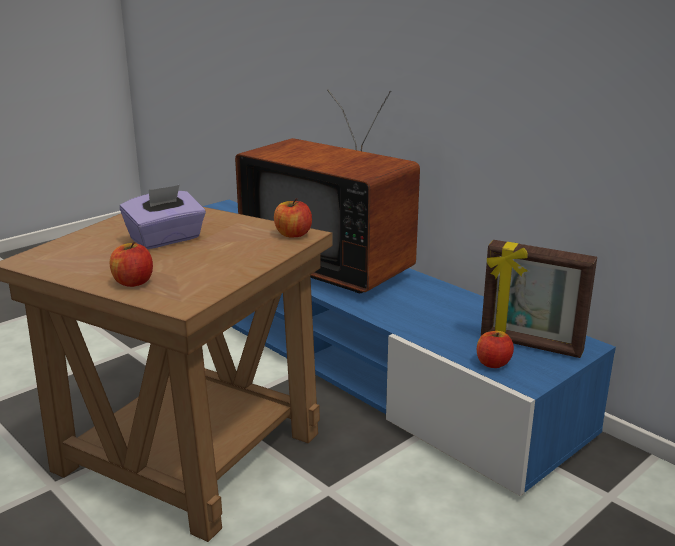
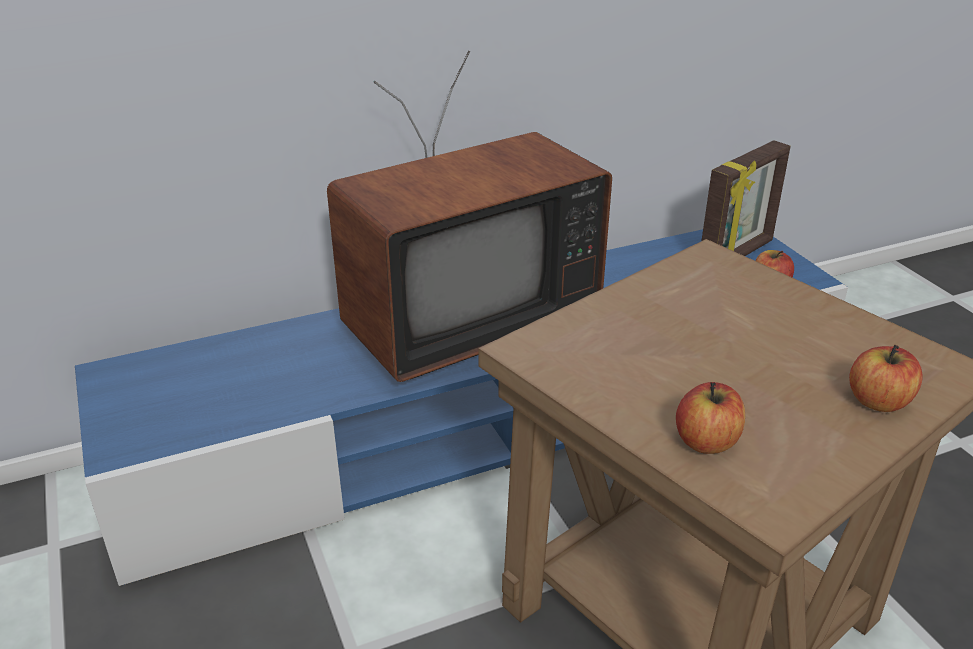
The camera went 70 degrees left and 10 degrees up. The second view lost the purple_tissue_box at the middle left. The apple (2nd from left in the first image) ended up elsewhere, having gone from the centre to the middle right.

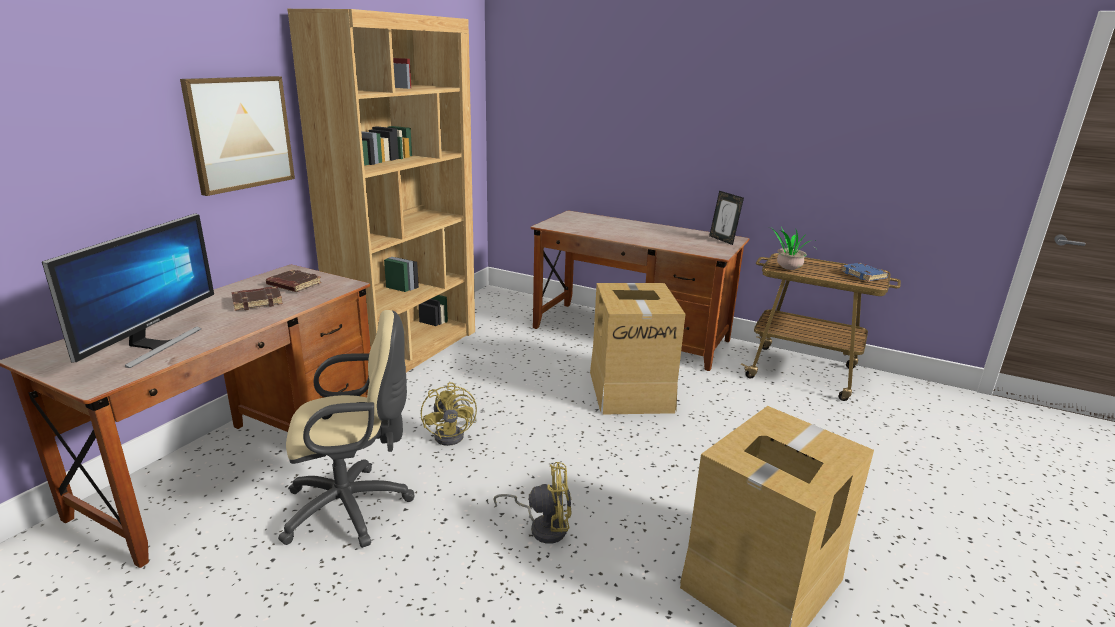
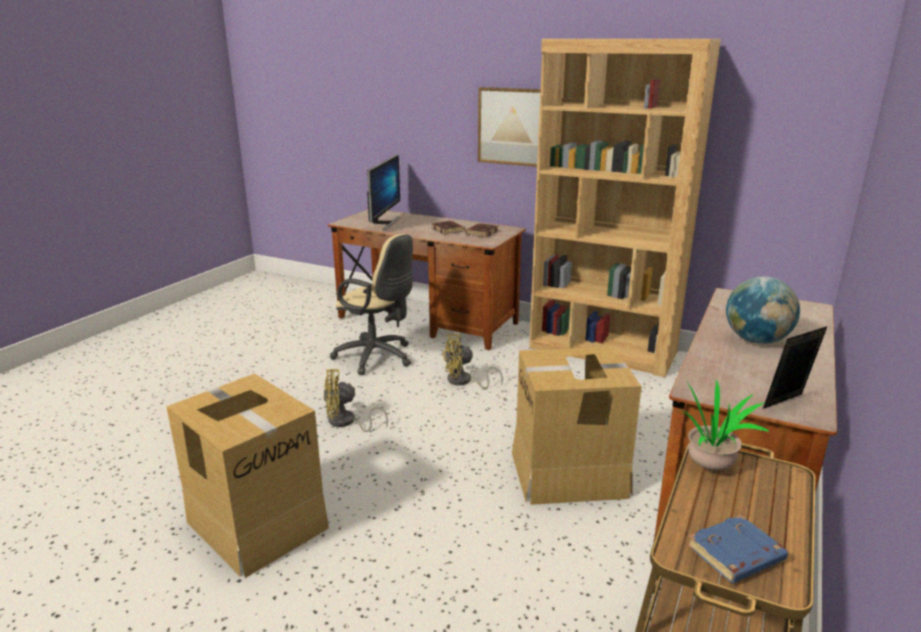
The camera went 90 degrees right and 0 degrees up. The second view gained the globe at the middle right. The monitor at the middle left ended up facing another way, 90 degrees counterclockwise from before. The beige_office_chair at the bottom left ended up facing another way, 45 degrees counterclockwise from before. The yellow_fan (2nd from left in the first image) at the bottom centre ended up facing another way, 75 degrees clockwise from before.

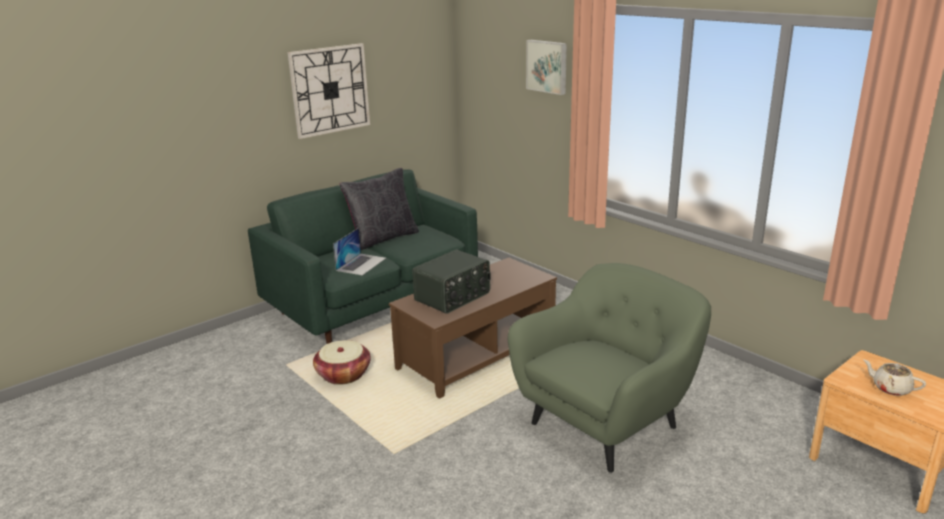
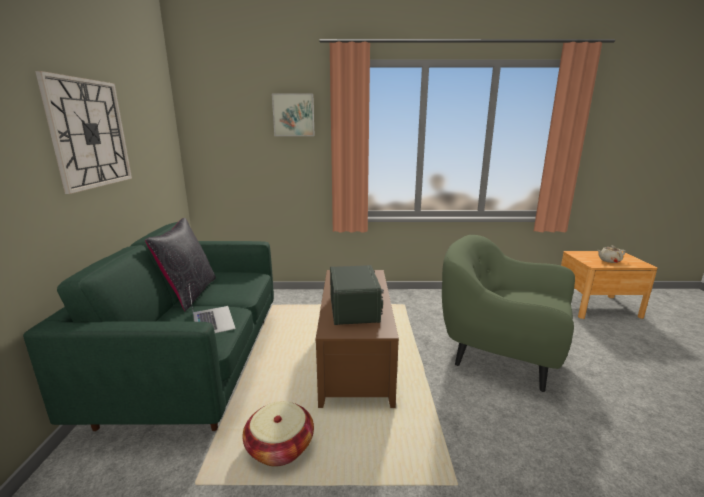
The camera went 50 degrees left and 5 degrees down. The green_armchair at the bottom centre ended up facing another way, 60 degrees counterclockwise from before.

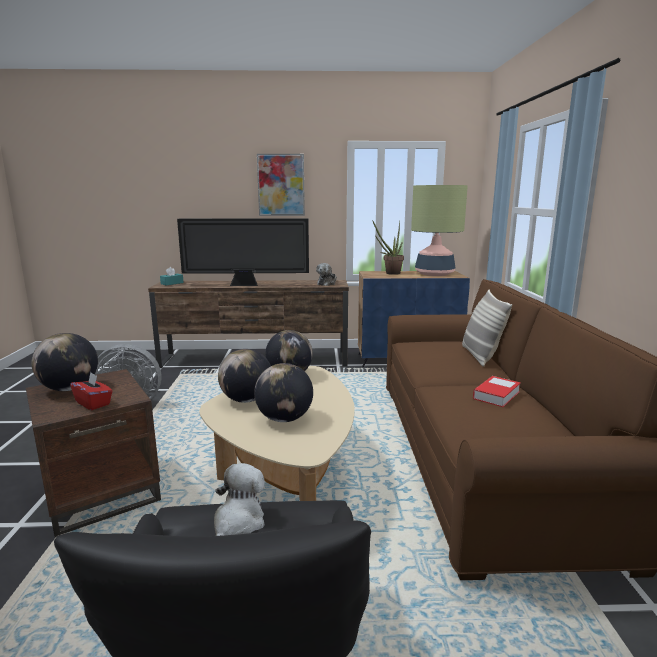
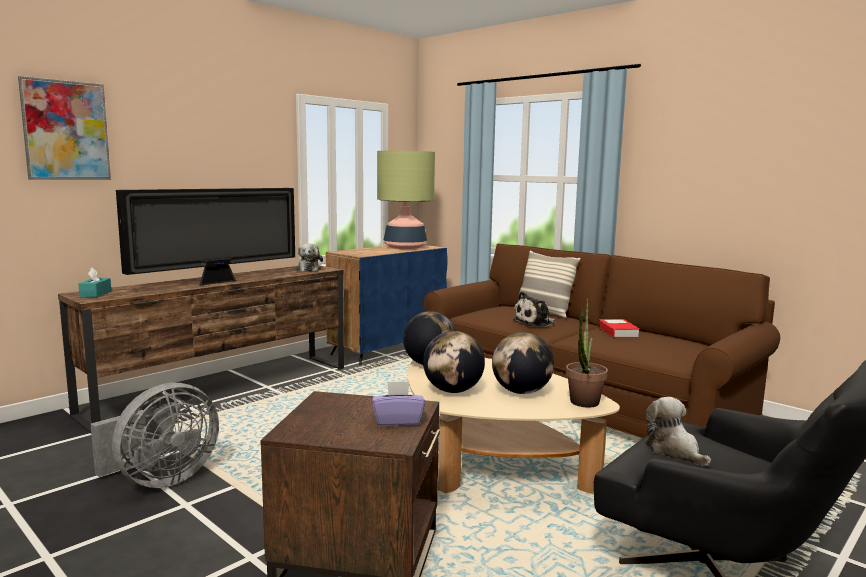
The camera went 45 degrees left and 5 degrees down. The second view lost the globe (1st from left) at the middle left. The second view gained the plush_toy (2nd from left) at the centre. The picture ended up elsewhere, having gone from the top centre to the top left. The potted_plant ended up elsewhere, having gone from the centre to the middle right. What was the red_tissue_box at the middle left turned into the purple_tissue_box at the bottom centre.

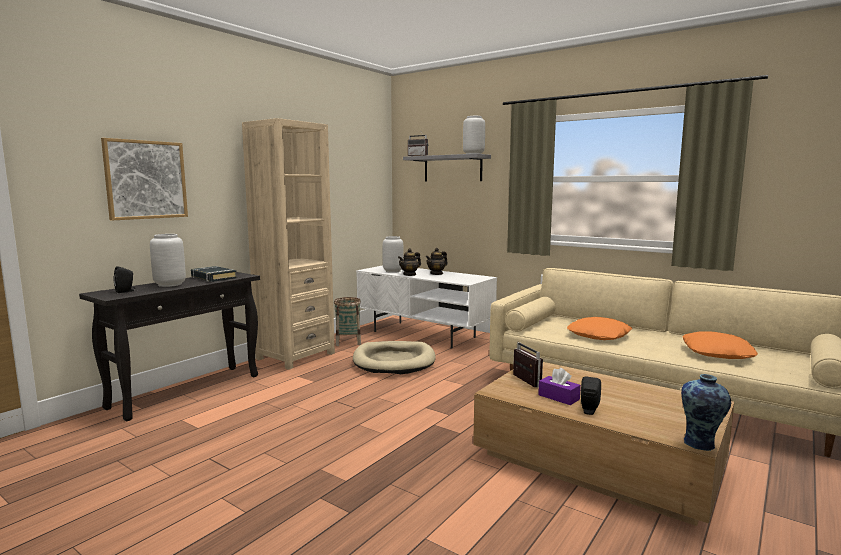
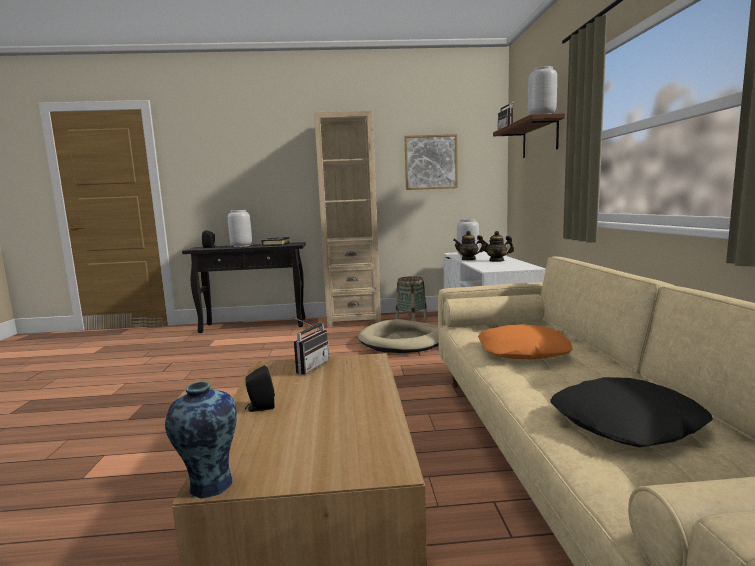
The camera went 50 degrees right and 0 degrees up. The second view lost the purple_tissue_box at the bottom centre. The picture ended up elsewhere, having gone from the top left to the top centre. What was the grey_shelf at the top centre turned into the brown_shelf at the top right. What was the orange_pillow (2nd from left) at the middle right turned into the black_pillow at the bottom right.

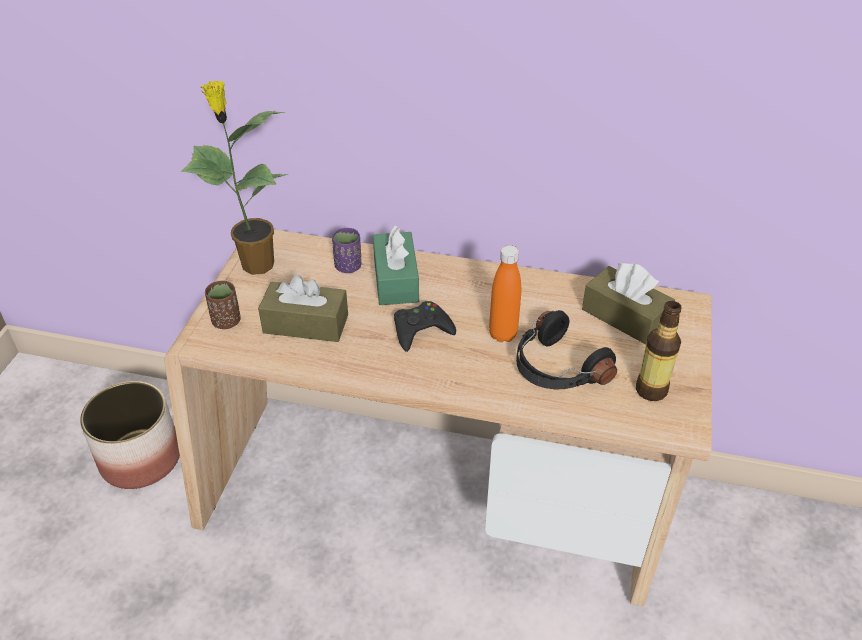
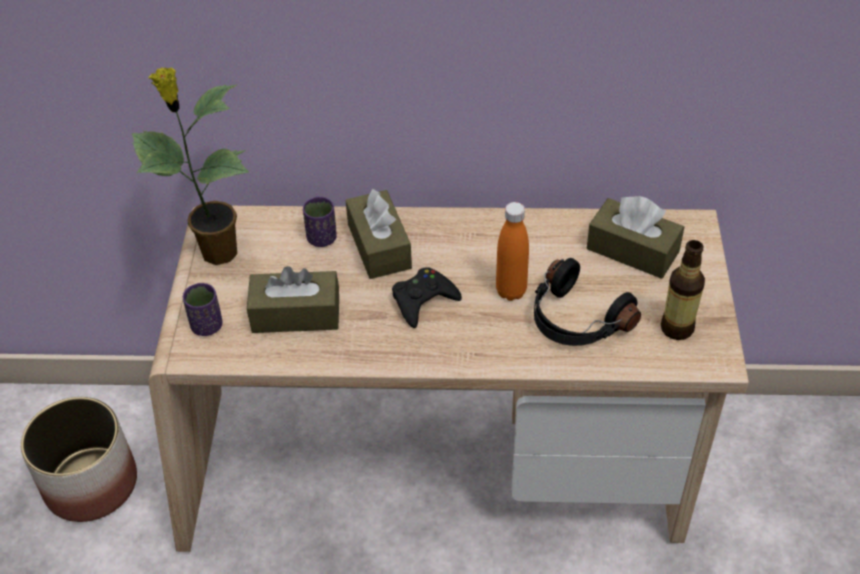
The camera went 10 degrees left and 5 degrees up. What was the brown_cup at the middle left turned into the purple_cup (1st from left) at the middle left. What was the green_tissue_box at the centre turned into the brown_tissue_box (2nd from left) at the centre.

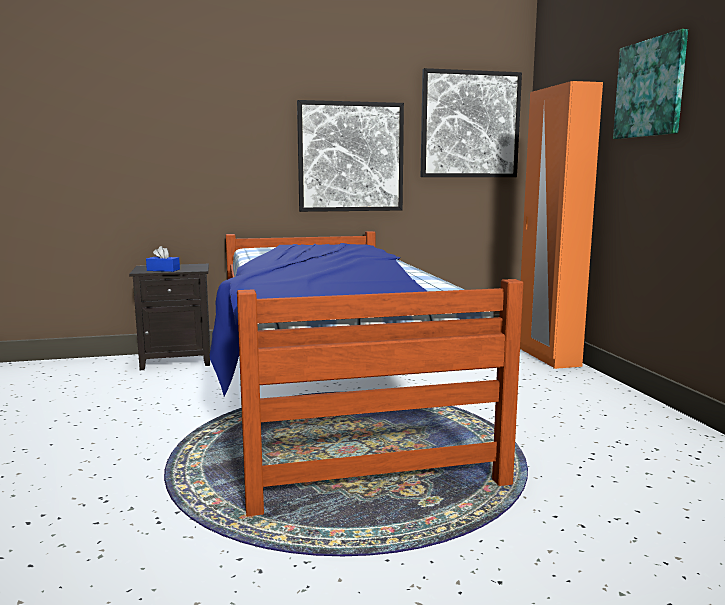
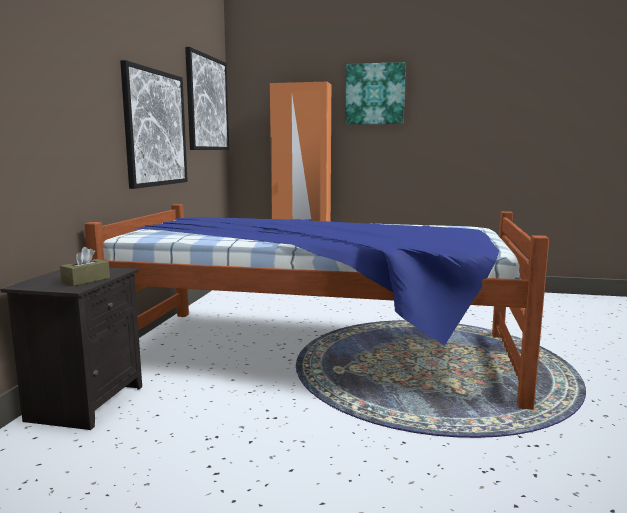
The camera went 65 degrees left and 0 degrees up. What was the blue_tissue_box at the middle left turned into the brown_tissue_box at the middle left.

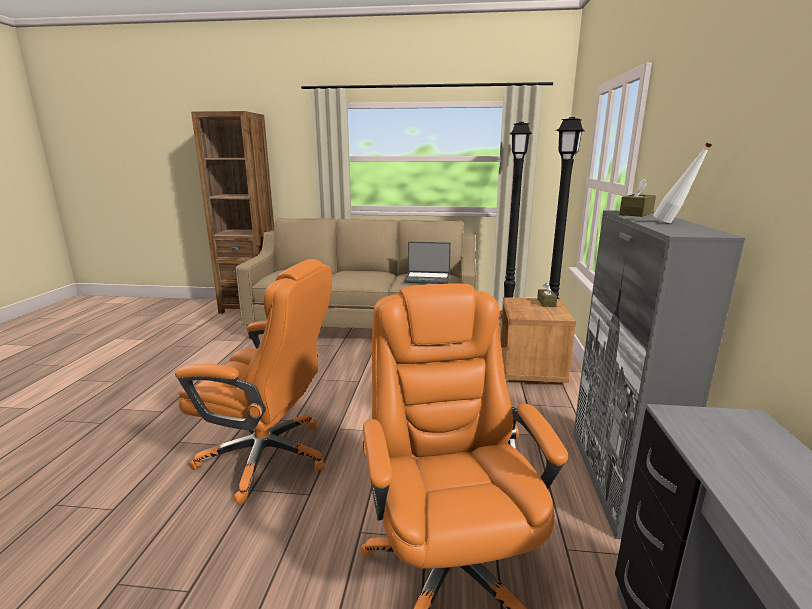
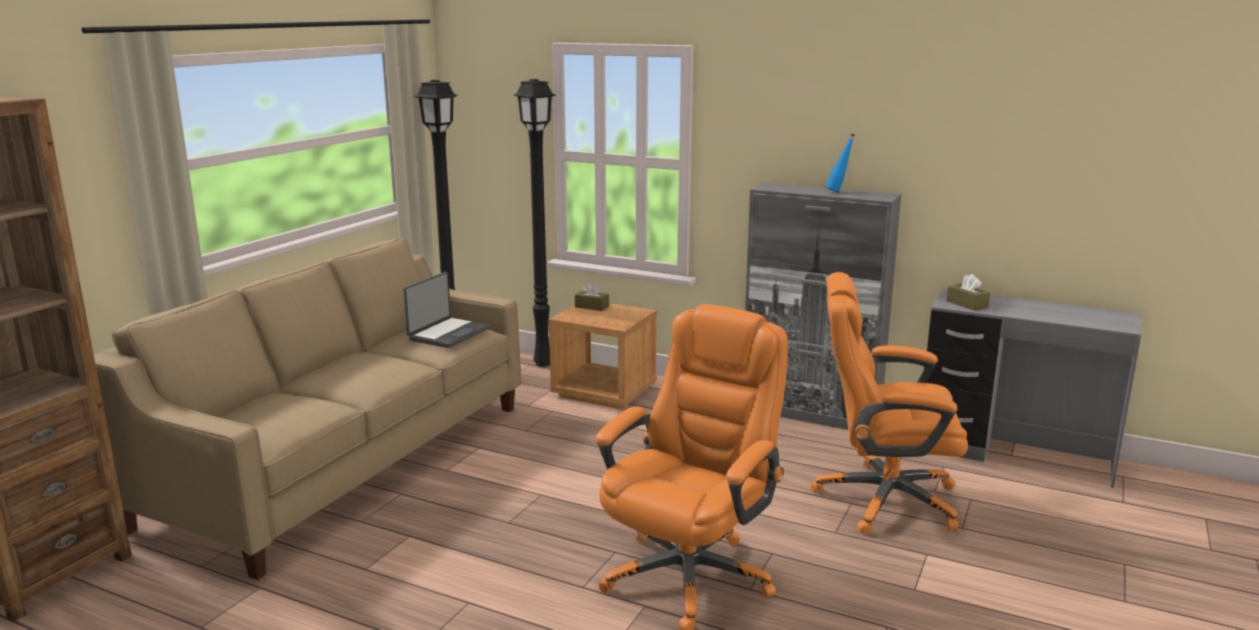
The camera went 70 degrees left and 0 degrees up. The brown_tissue_box (2nd from left) ended up elsewhere, having gone from the top right to the middle right. What was the white_bottle at the top right turned into the blue_bottle at the top right.

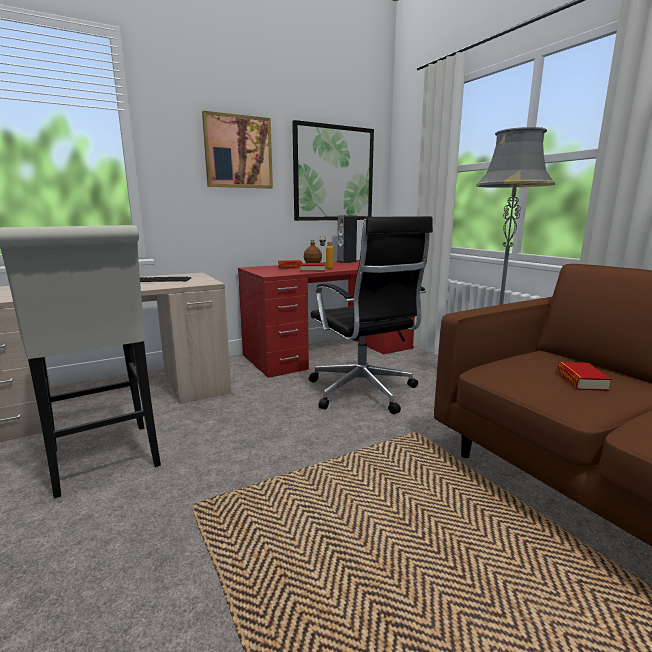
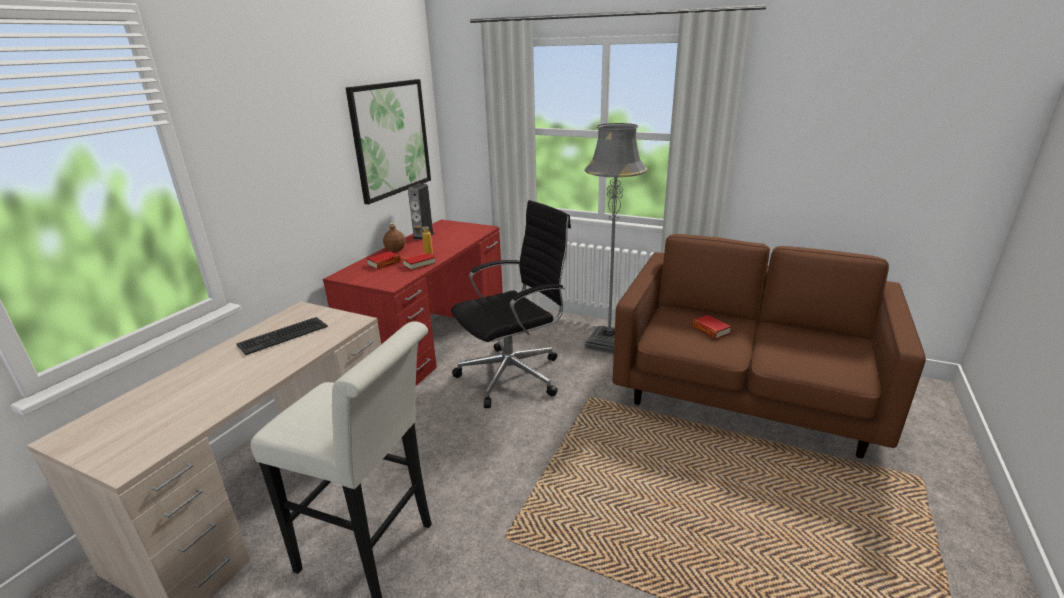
The camera went 35 degrees left and 10 degrees up. The second view lost the picture (1st from left) at the top centre. The black_office_chair at the centre ended up facing another way, 60 degrees counterclockwise from before.

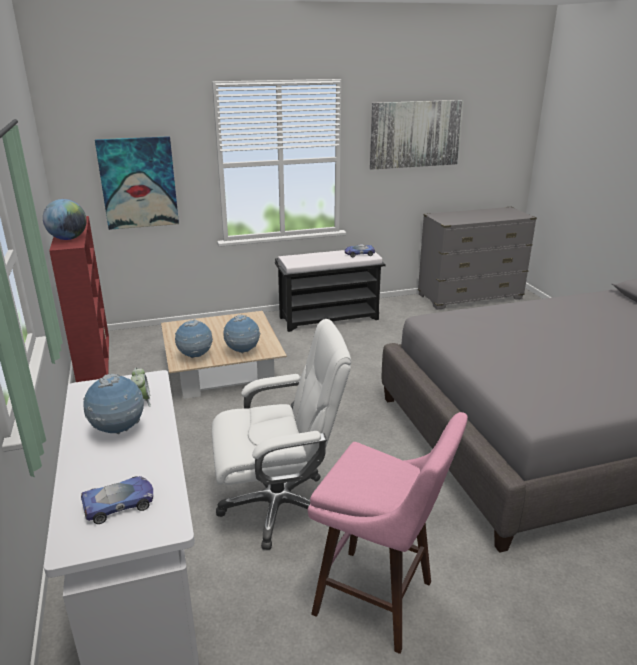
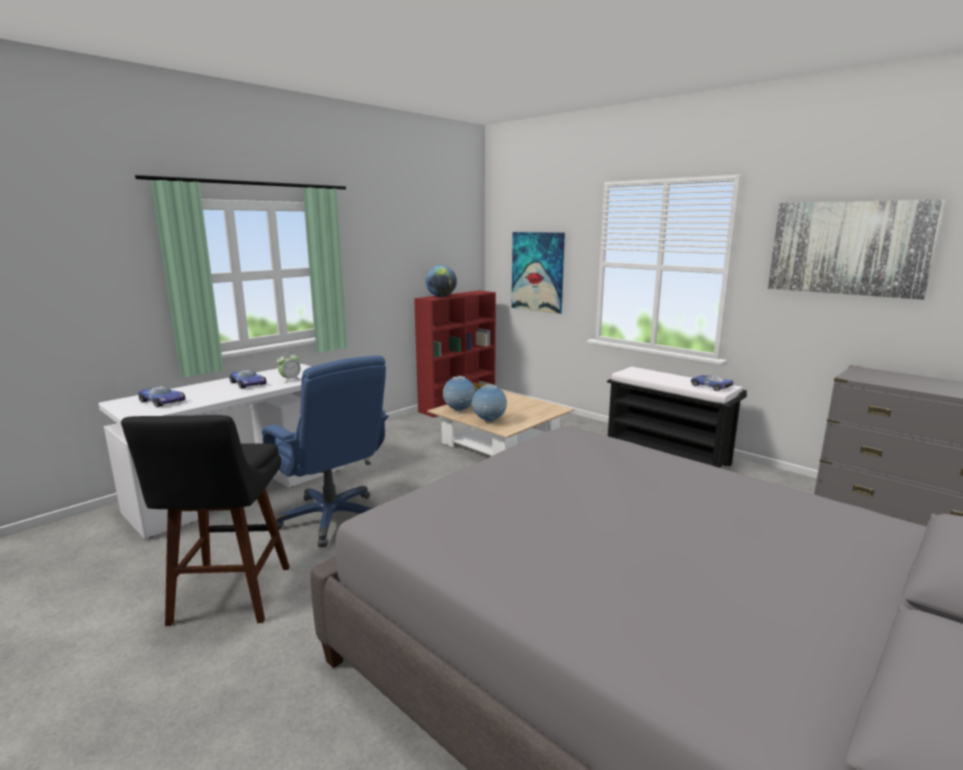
The camera went 60 degrees right and 10 degrees down. Where the globe (2nd from left) stood at the middle left, the toy_car (2nd from left) came to stand at the middle left. What was the white_office_chair at the centre turned into the blue_office_chair at the centre. What was the pink_stool at the bottom centre turned into the black_stool at the bottom left.

